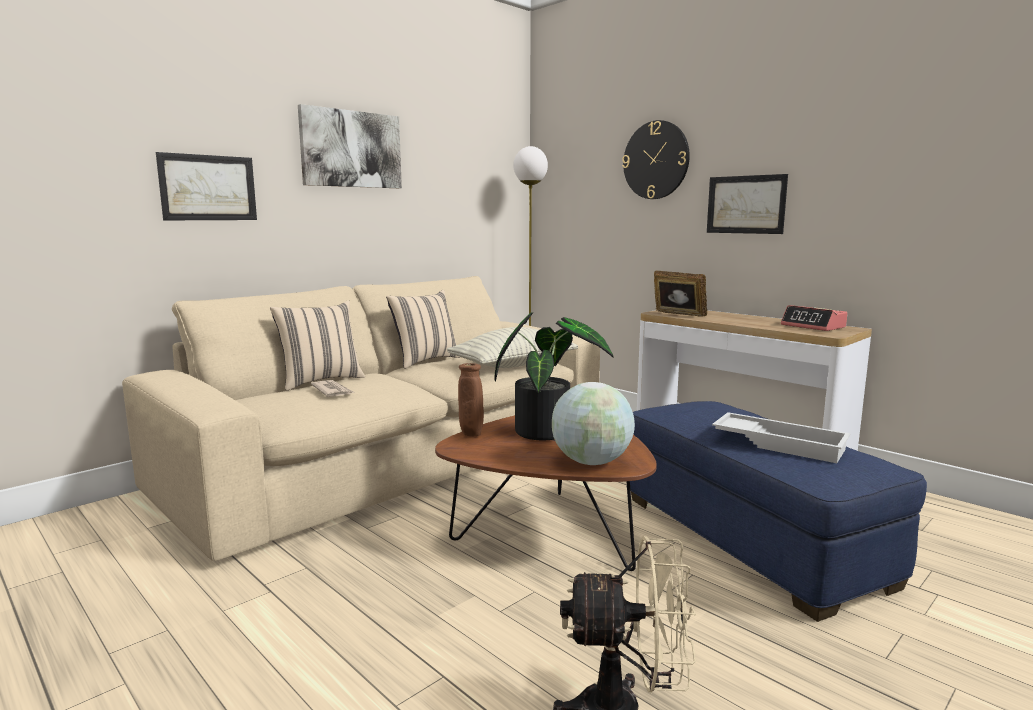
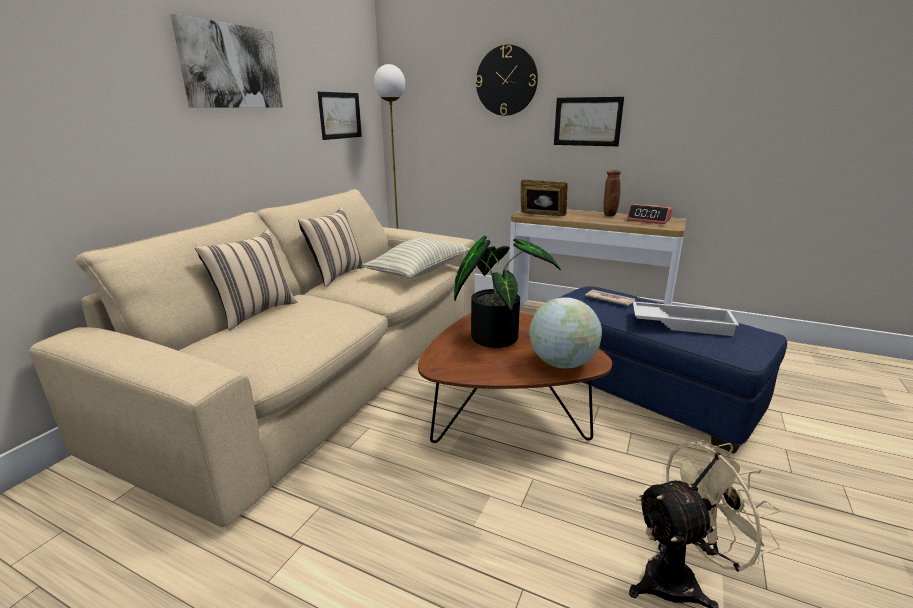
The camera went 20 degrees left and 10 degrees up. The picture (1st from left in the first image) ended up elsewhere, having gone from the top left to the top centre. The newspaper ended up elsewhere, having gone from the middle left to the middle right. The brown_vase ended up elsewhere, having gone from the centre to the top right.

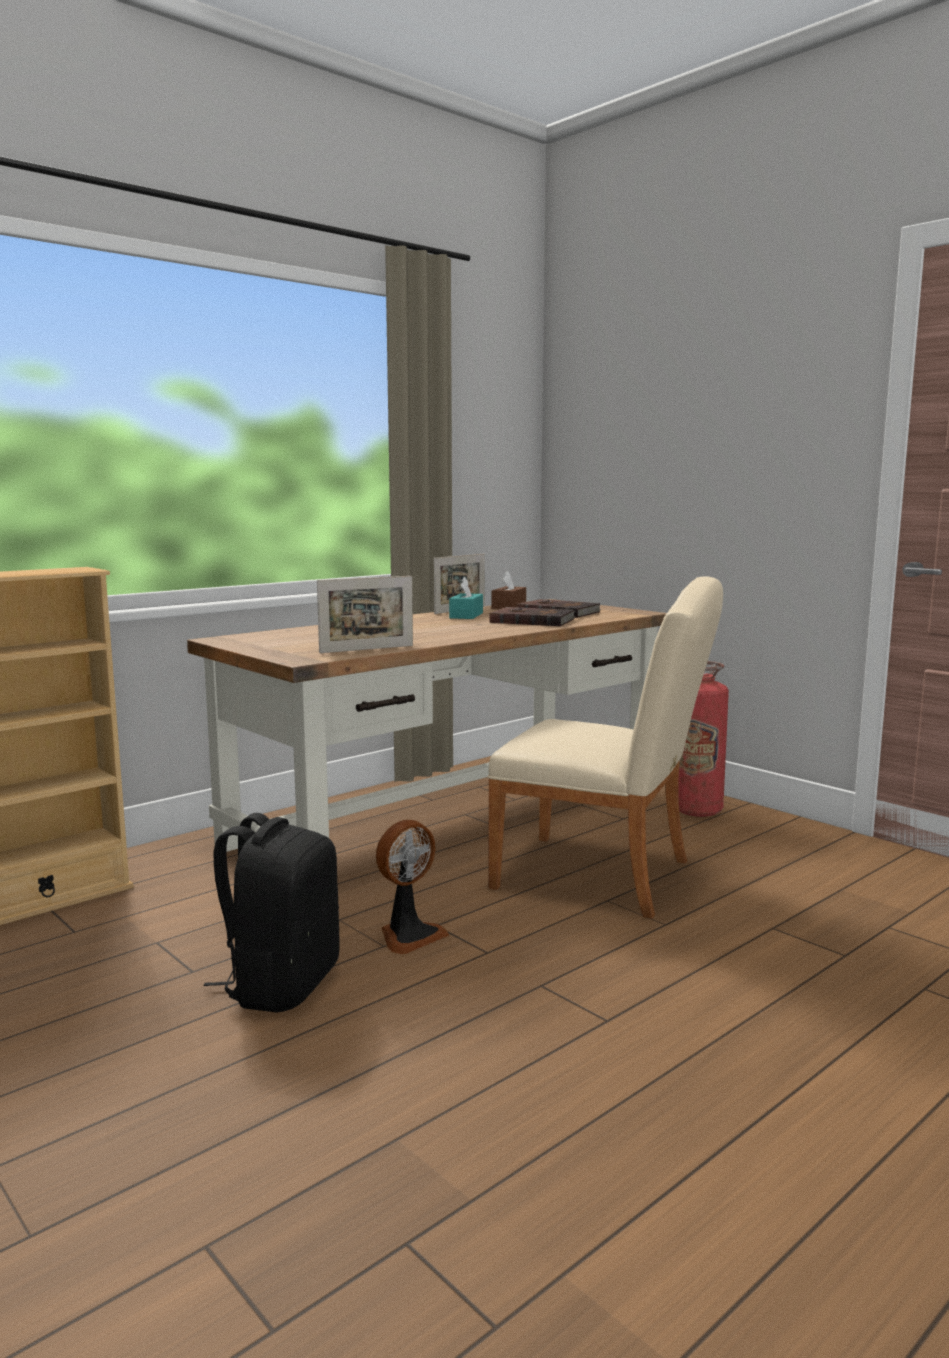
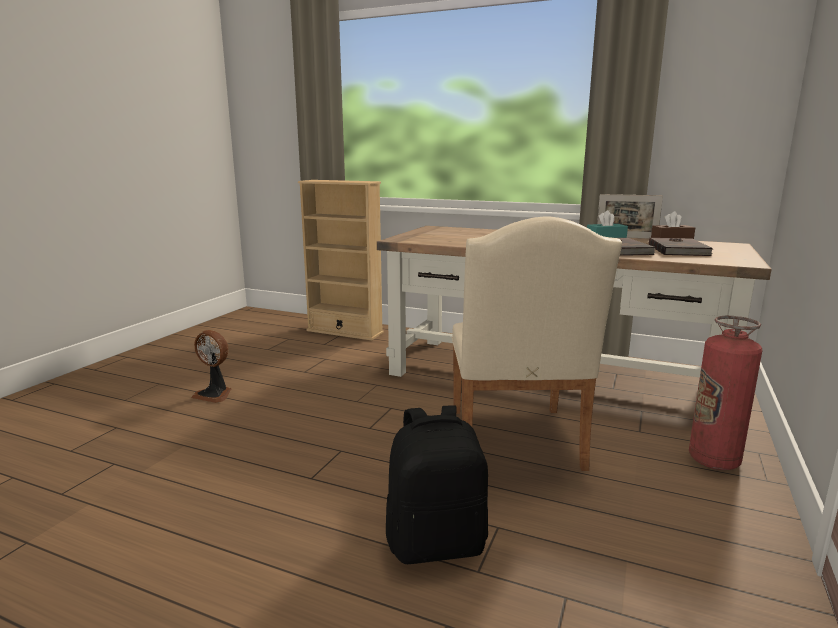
The camera went 65 degrees right and 5 degrees up. The second view lost the picture_frame (1st from left) at the centre. The black_backpack ended up elsewhere, having gone from the bottom left to the bottom centre. The fan ended up elsewhere, having gone from the centre to the middle left.

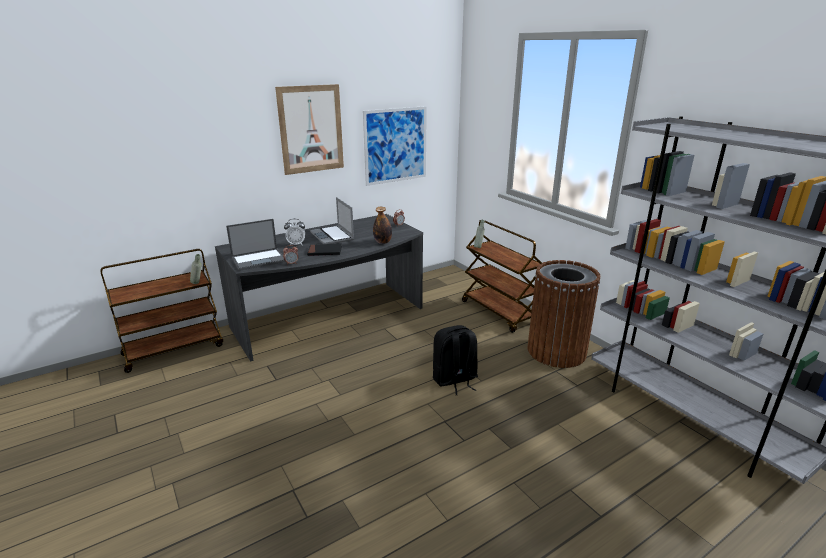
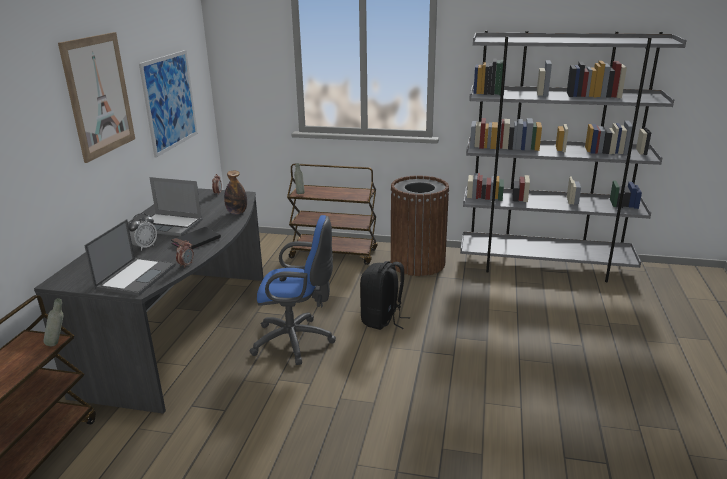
The camera went 45 degrees left and 0 degrees up. The second view gained the blue_office_chair at the centre.

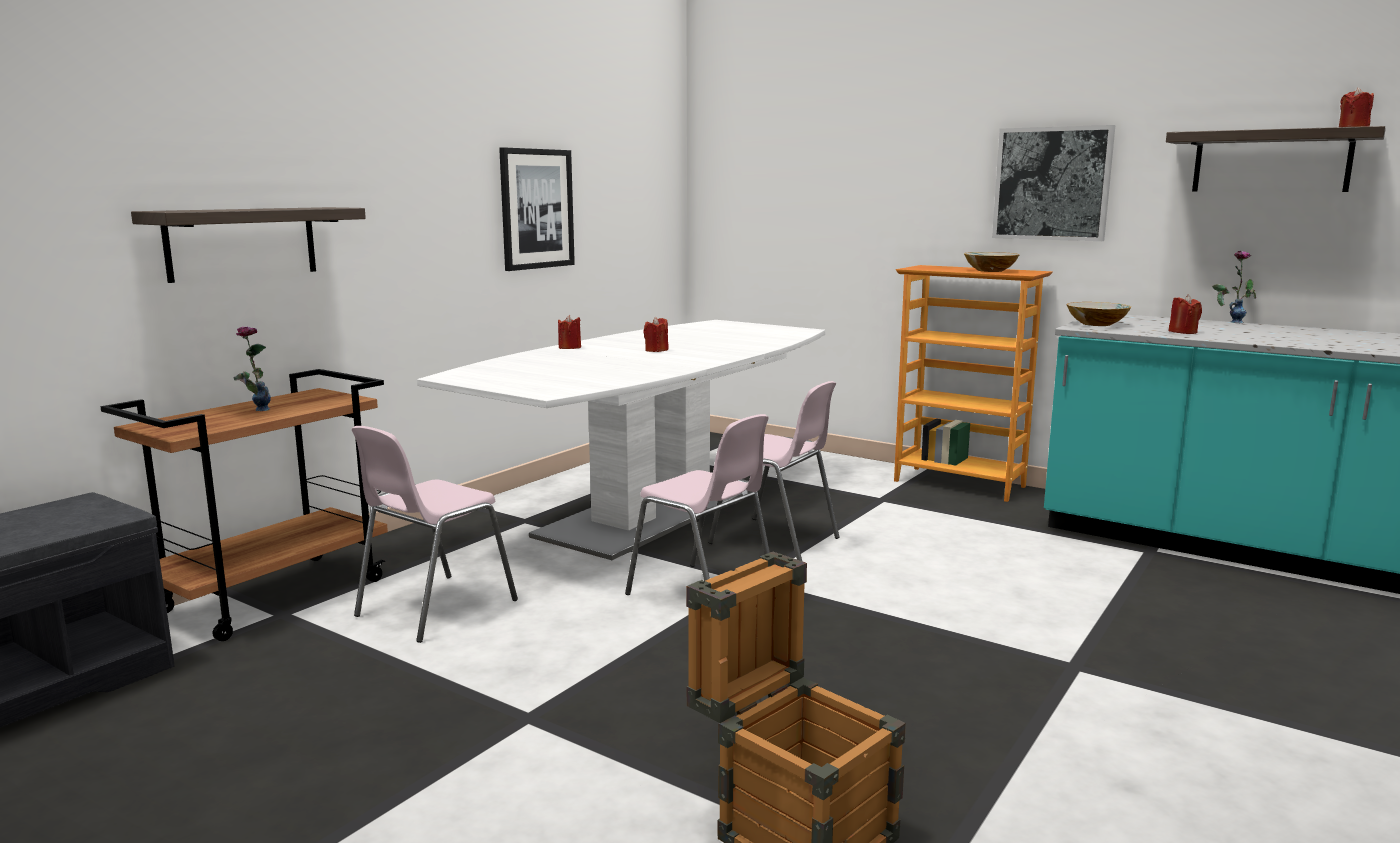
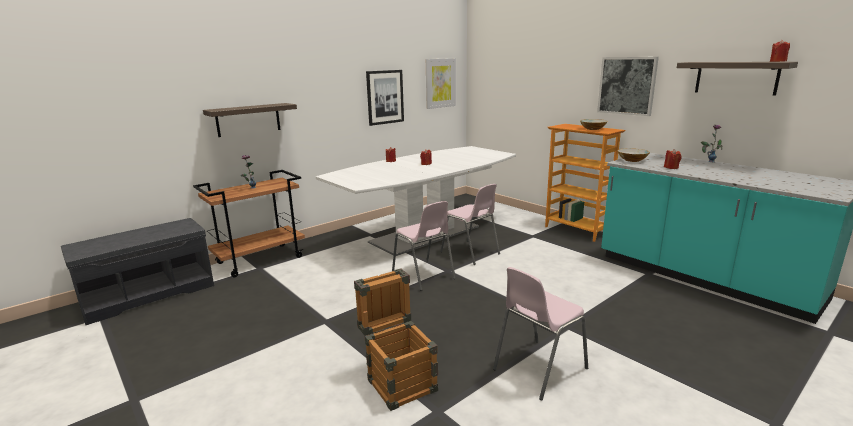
The camera went 15 degrees right and 5 degrees up. The second view gained the picture (2nd from left) at the top centre. The pink_chair (1st from left in the first image) ended up elsewhere, having gone from the middle left to the bottom centre.

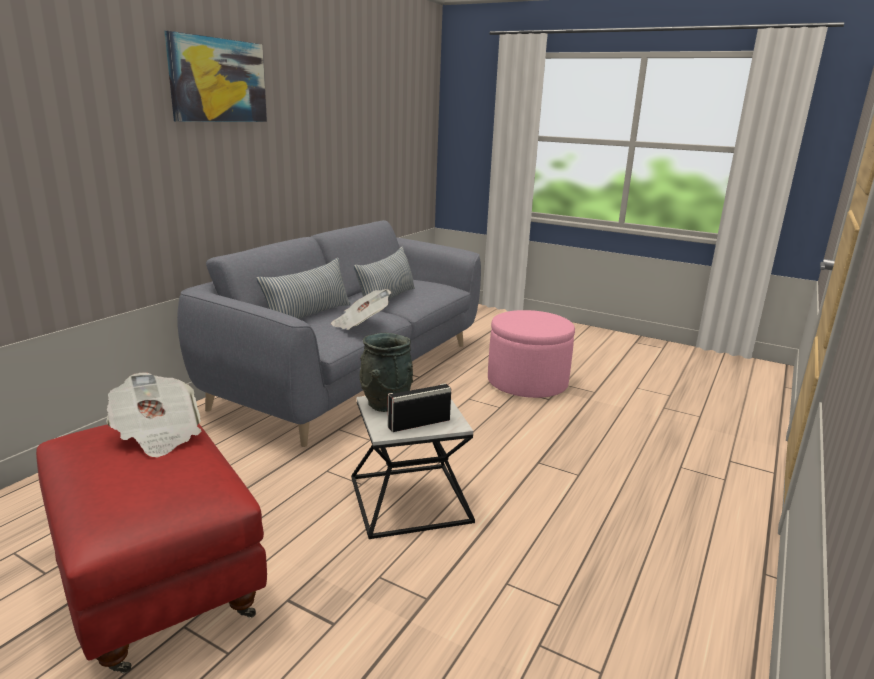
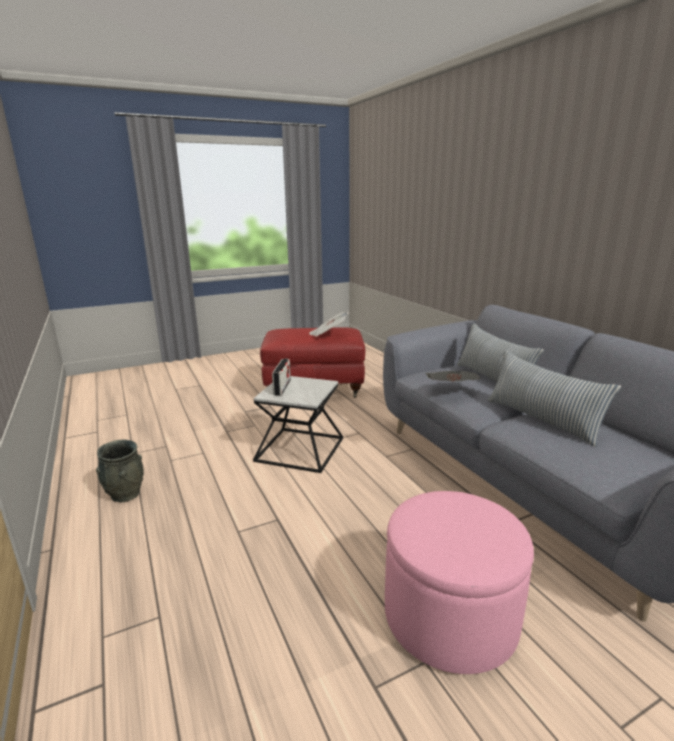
The camera went 125 degrees right and 0 degrees up. The second view lost the picture at the top left. The grey_vase ended up elsewhere, having gone from the centre to the middle left.

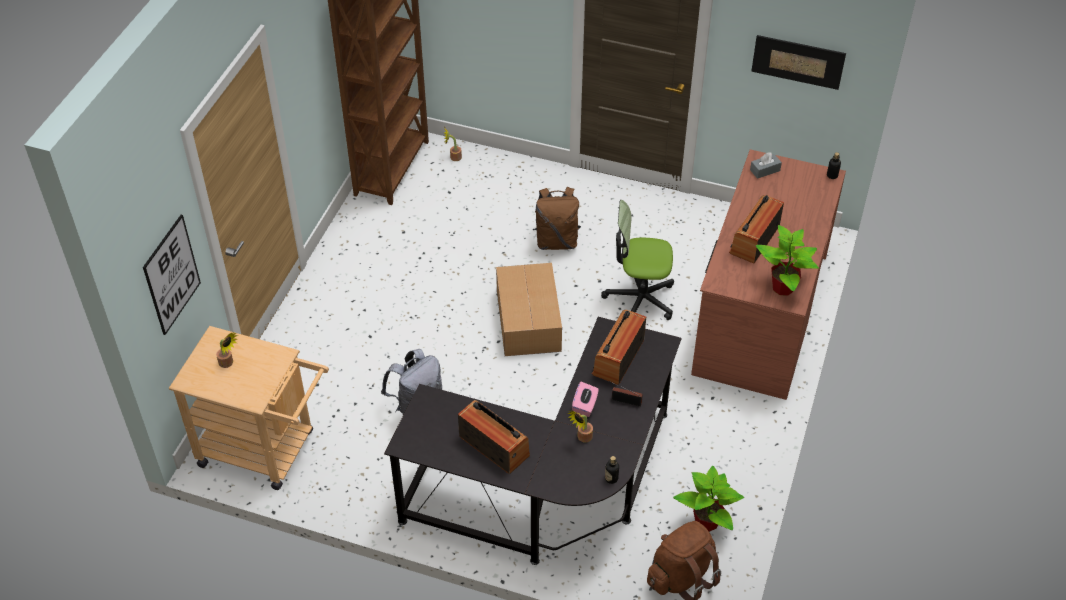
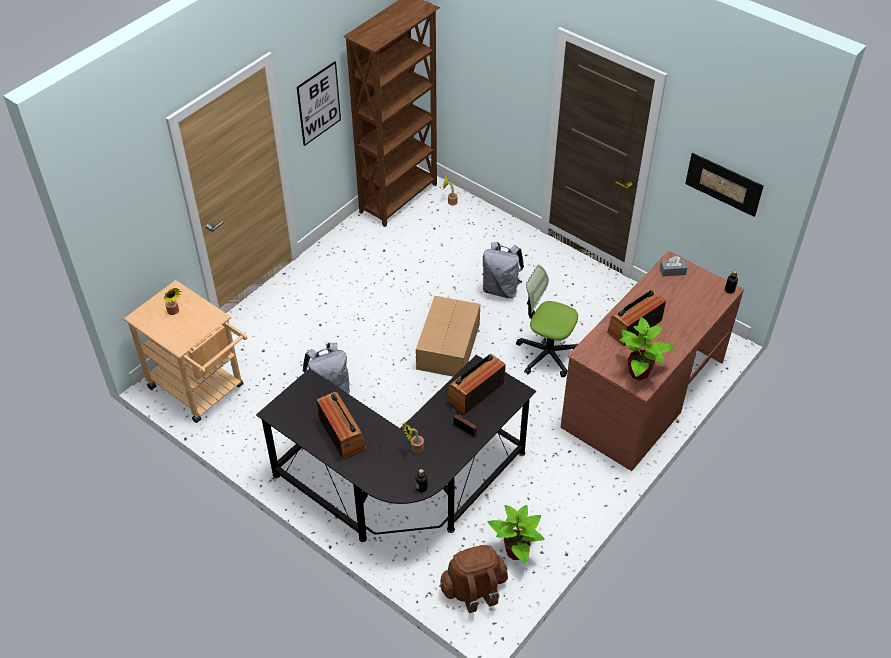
The camera went 20 degrees right and 0 degrees up. The second view lost the pink_tissue_box at the centre. The picture (1st from left) ended up elsewhere, having gone from the middle left to the top centre. What was the brown_backpack (1st from left) at the centre turned into the grey_backpack (2nd from left) at the centre.

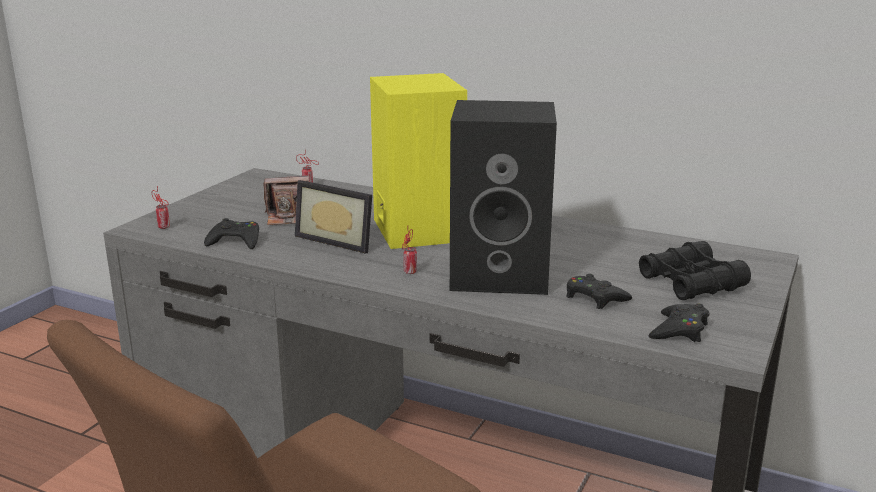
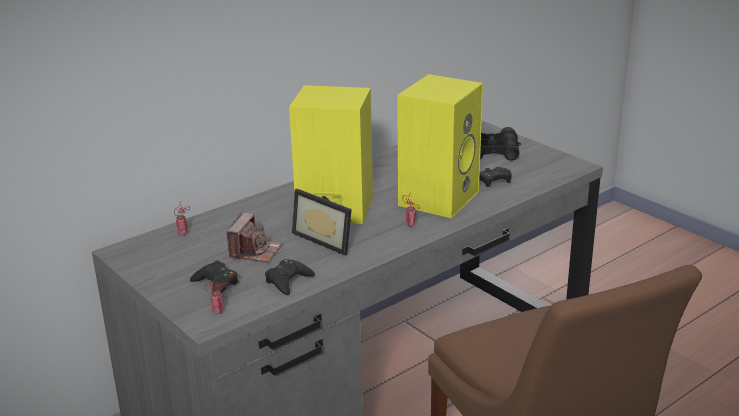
The camera went 65 degrees left and 5 degrees up. The black_game_controller (3rd from left in the first image) ended up elsewhere, having gone from the middle right to the middle left. What was the black_speaker at the centre turned into the yellow_speaker (2nd from left) at the centre. The picture_frame at the centre ended up facing another way, 75 degrees clockwise from before.

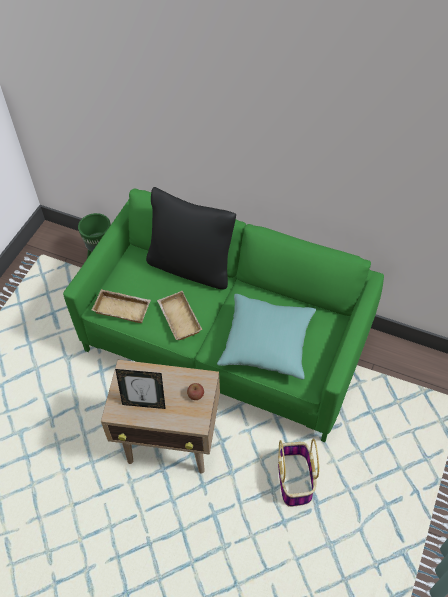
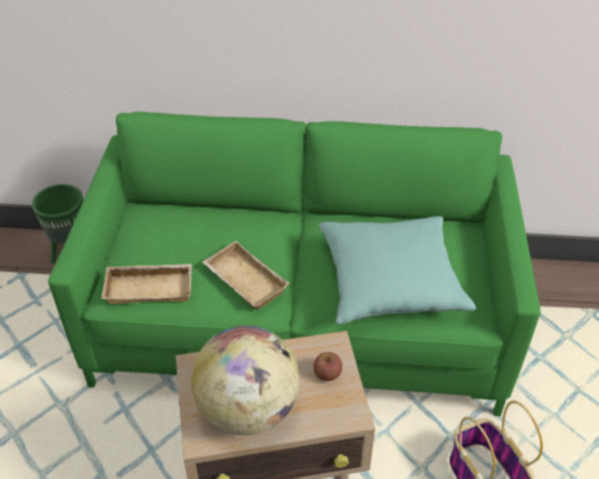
The camera went 20 degrees left and 10 degrees down. The second view lost the black_pillow at the centre. Where the picture_frame stood at the middle left, the globe came to stand at the bottom centre.

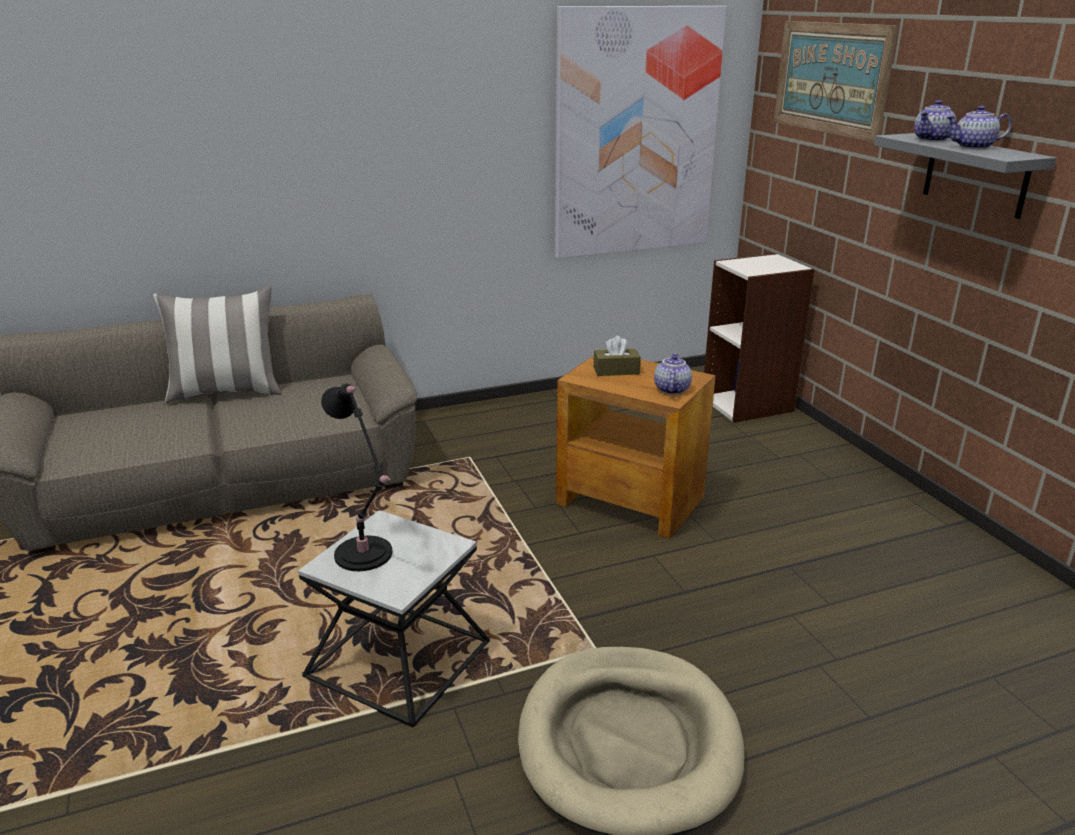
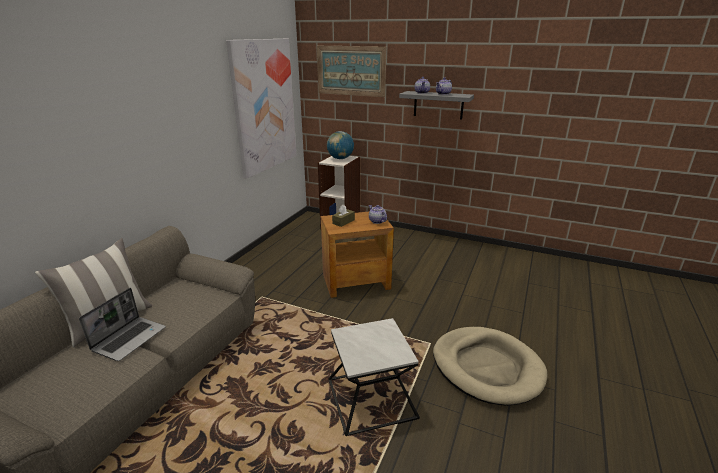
The camera went 45 degrees left and 0 degrees up. The second view lost the black_table_lamp at the middle left. The second view gained the laptop at the bottom left. The second view gained the globe at the top centre.

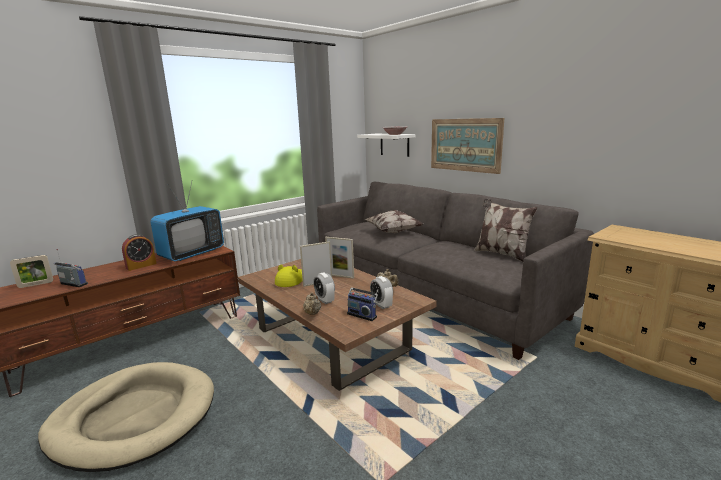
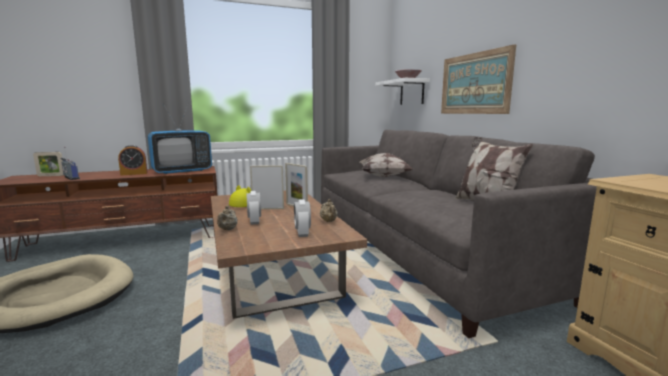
The camera went 20 degrees right and 5 degrees down. The second view lost the radio (2nd from left) at the centre.

